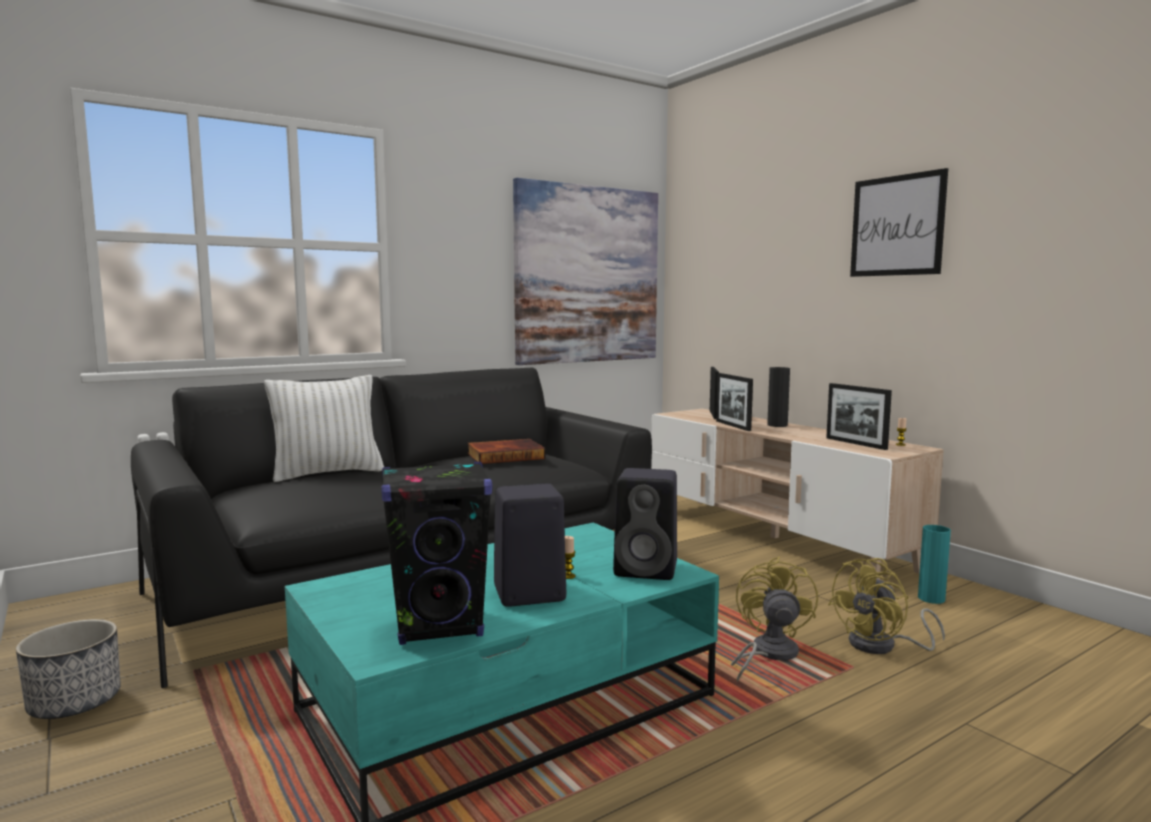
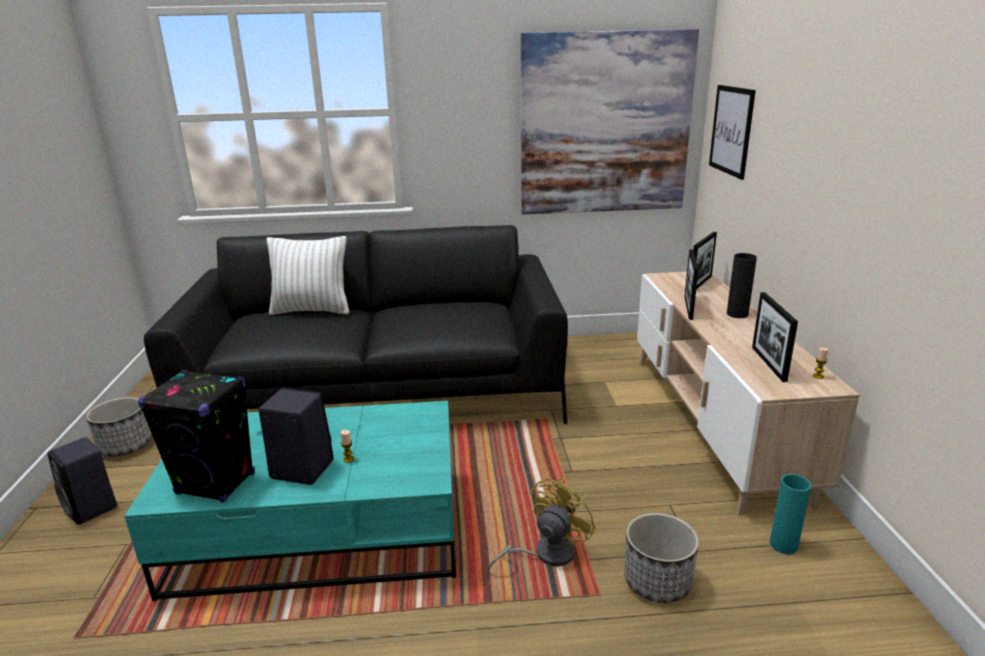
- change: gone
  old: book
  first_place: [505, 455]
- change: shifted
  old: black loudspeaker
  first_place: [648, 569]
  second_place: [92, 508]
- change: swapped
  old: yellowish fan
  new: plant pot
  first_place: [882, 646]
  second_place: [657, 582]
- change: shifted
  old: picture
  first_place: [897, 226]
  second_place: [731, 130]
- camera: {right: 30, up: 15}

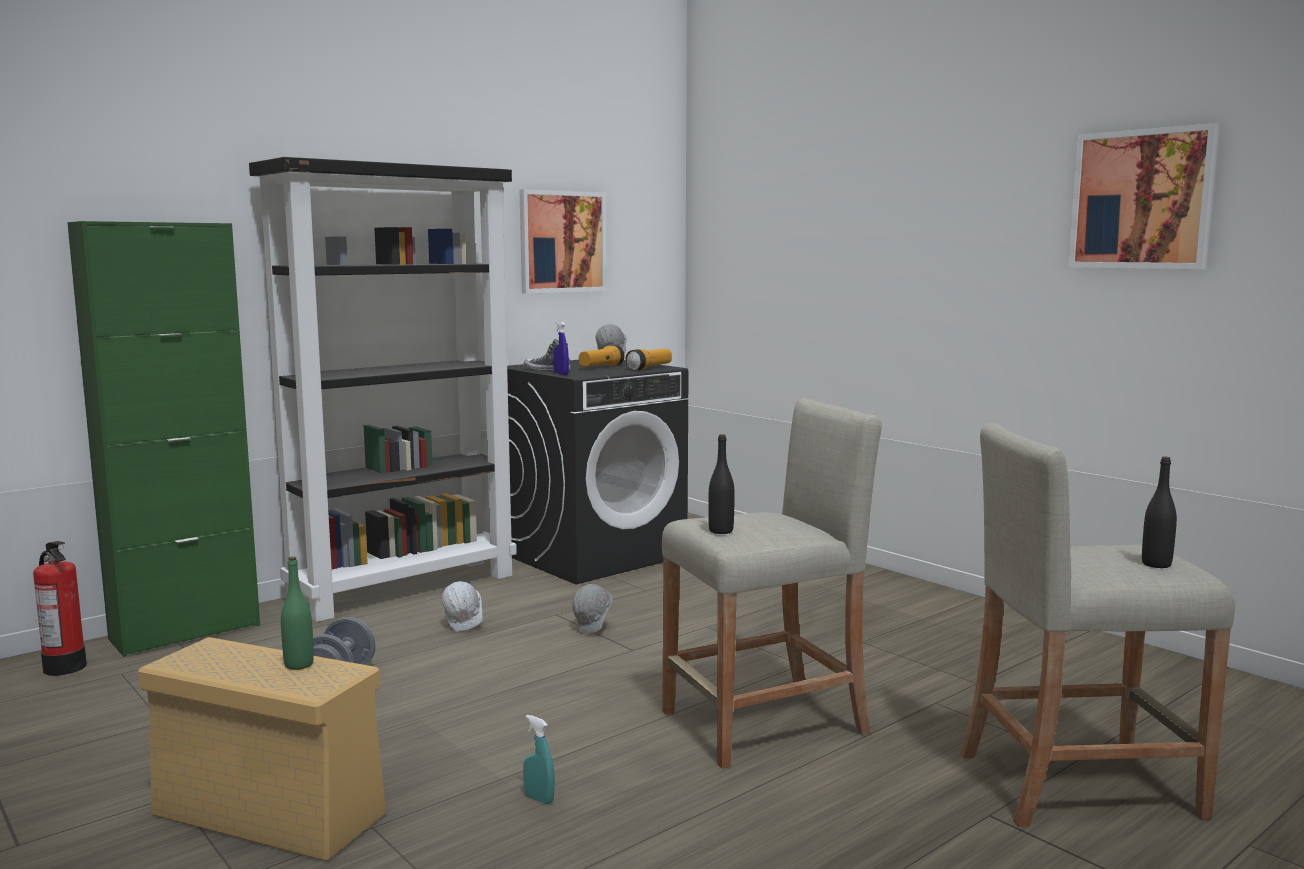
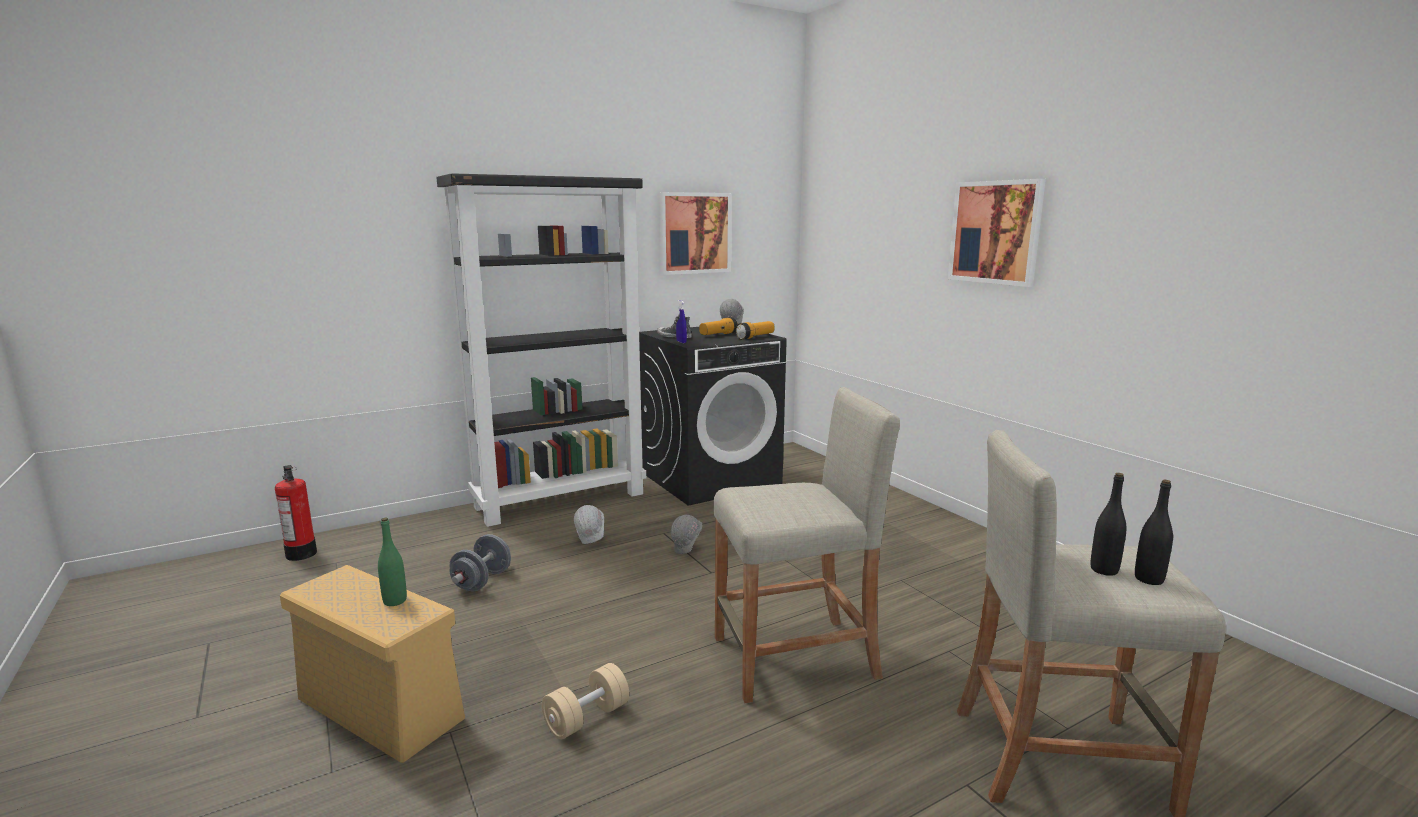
- change: gone
  old: greenish cupboard
  first_place: [185, 632]
- change: swapped
  old: blue-green spray bottle
  new: sand-coloured free weight
  first_place: [539, 799]
  second_place: [587, 718]
- change: shifted
  old: black beverage bottle
  first_place: [721, 531]
  second_place: [1104, 570]
- change: shifted
  old: picture
  first_place: [1141, 199]
  second_place: [995, 232]
- camera: {right: 10, up: 5}

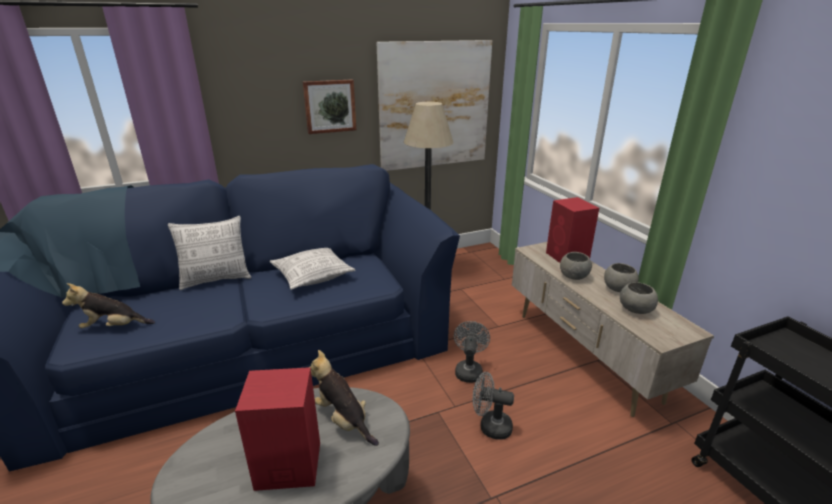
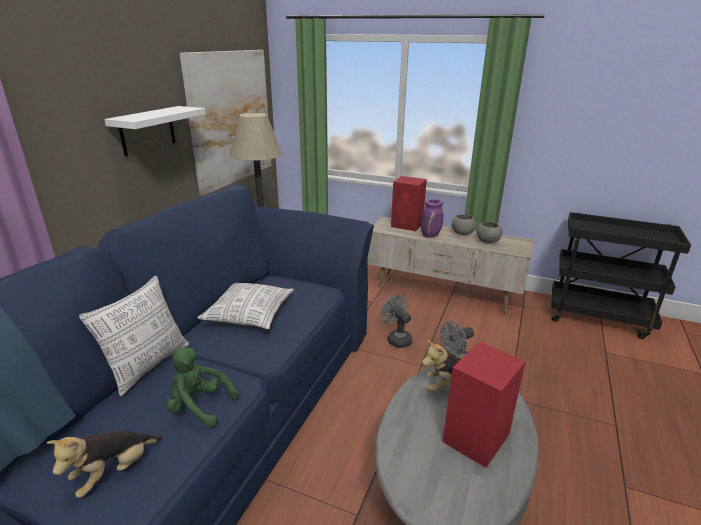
- change: swapped
  old: picture
  new: whitish bracket shelf
  first_place: [330, 106]
  second_place: [147, 130]
- change: swapped
  old: gray bowl
  new: purple vase
  first_place: [574, 276]
  second_place: [430, 235]
- change: new
  new: greenish soft toy
  second_place: [199, 406]
- camera: {right: -45, up: 0}

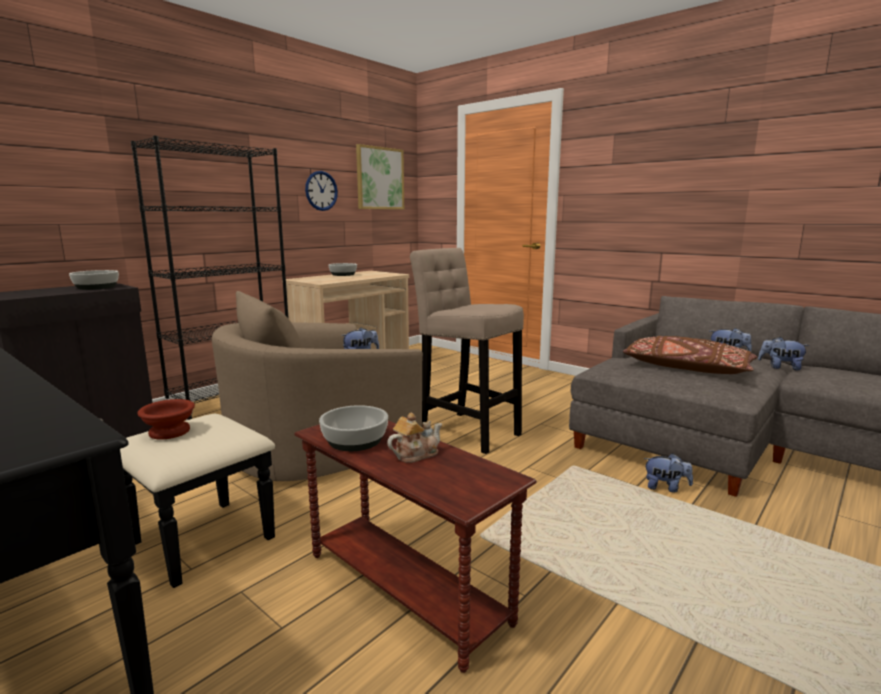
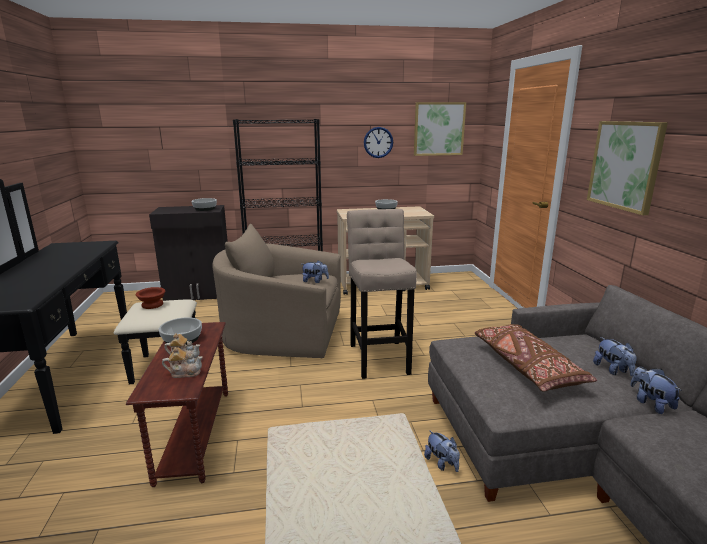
- change: new
  new: tea pot
  second_place: [185, 373]
- change: new
  new: picture
  second_place: [625, 165]
- camera: {right: 40, up: 5}

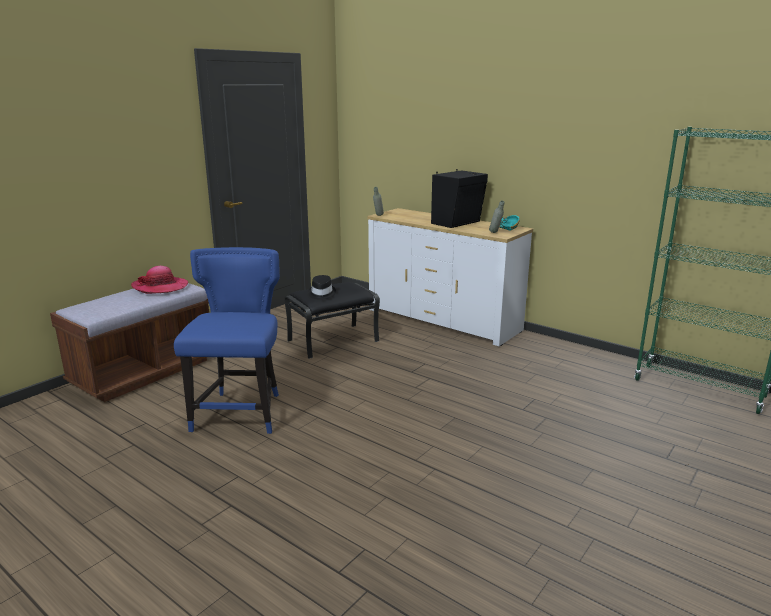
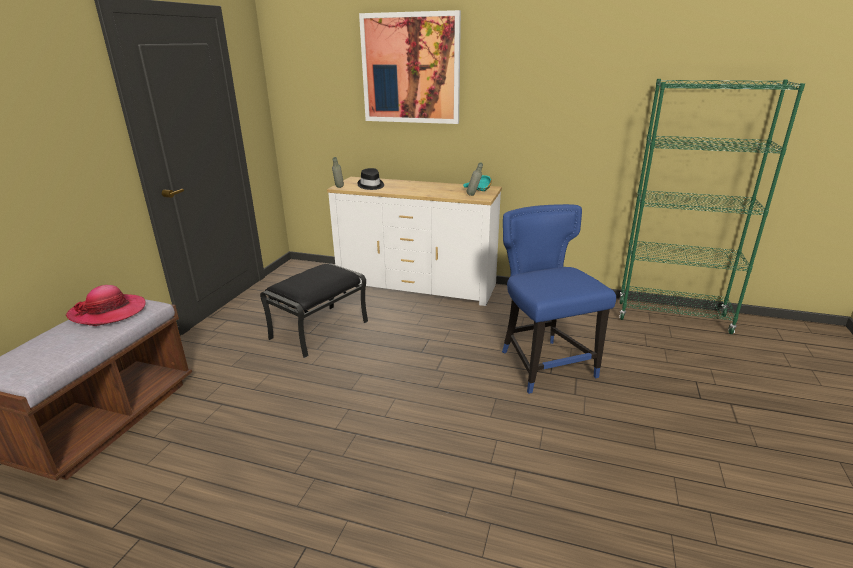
- change: shifted
  old: bluish chair
  first_place: [241, 412]
  second_place: [544, 364]
- change: shifted
  old: black hat
  first_place: [321, 294]
  second_place: [371, 185]
- change: gone
  old: black loudspeaker
  first_place: [458, 222]
- change: new
  new: picture
  second_place: [410, 69]
- camera: {right: -20, up: 5}

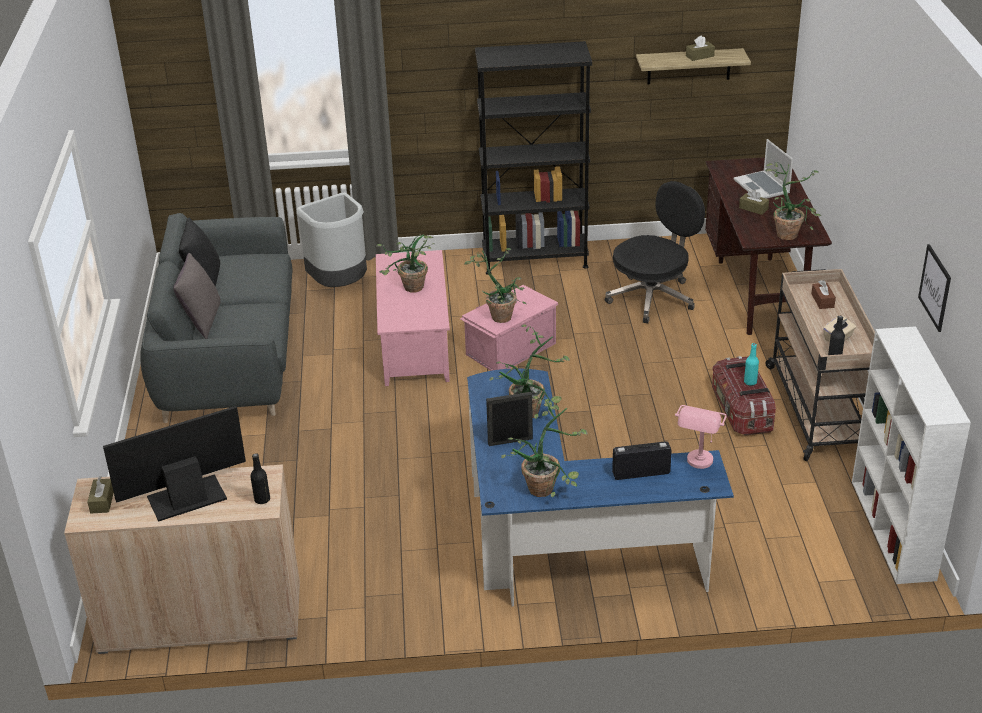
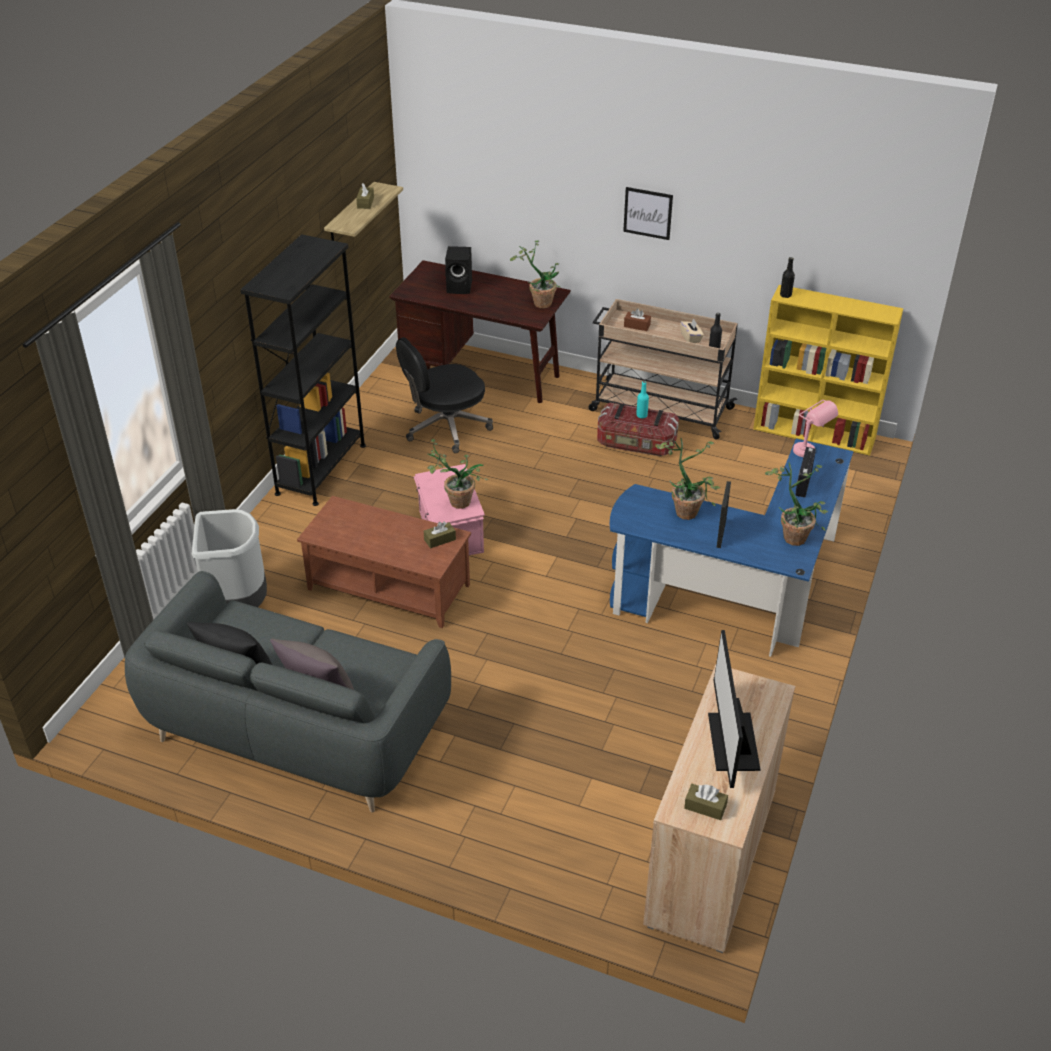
- change: shifted
  old: black beverage bottle
  first_place: [262, 499]
  second_place: [785, 295]
- change: gone
  old: plant in a pot
  first_place: [409, 289]
- change: repainted
  old: pink-coloured lounge table
  new: brownish lounge table
  first_place: [413, 343]
  second_place: [388, 588]
- change: rotated
  old: black desk chair
  first_place: [653, 297]
  second_place: [445, 428]
  degrees: -105
- change: swapped
  old: portable computer
  new: black loudspeaker
  first_place: [762, 187]
  second_place: [460, 287]
- change: shifted
  old: brownish tissue box
  first_place: [753, 208]
  second_place: [440, 539]
- change: repainted
  old: whitish shelving unit
  new: yellowish shelving unit
  first_place: [893, 530]
  second_place: [815, 434]
- change: shifted
  old: picture
  first_place: [935, 287]
  second_place: [648, 213]
- camera: {right: -65, up: 5}

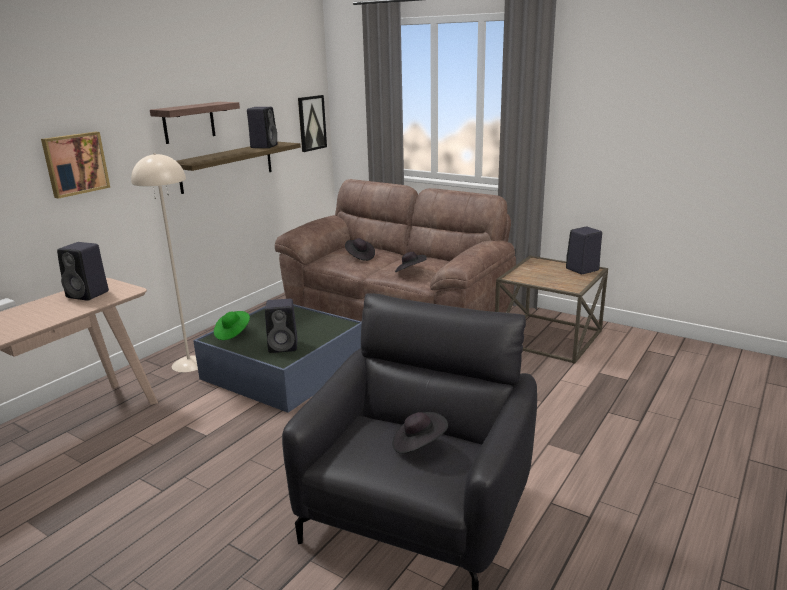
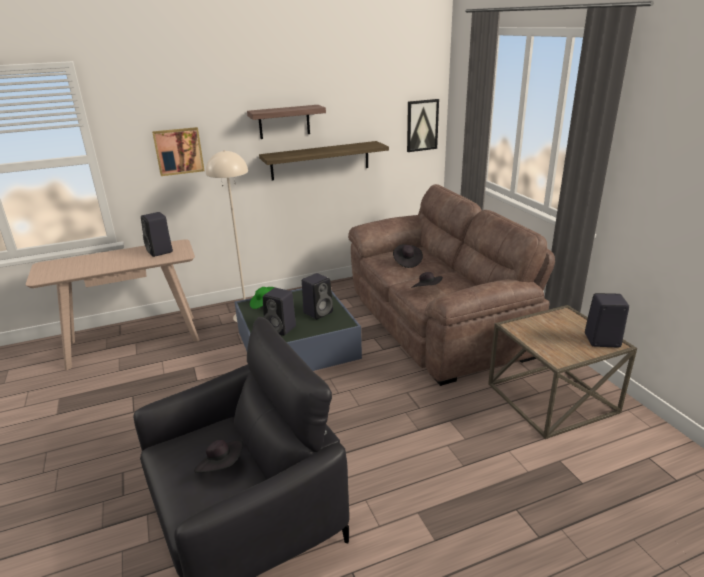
- change: shifted
  old: black loudspeaker
  first_place: [264, 146]
  second_place: [318, 312]
- camera: {right: 35, up: 5}

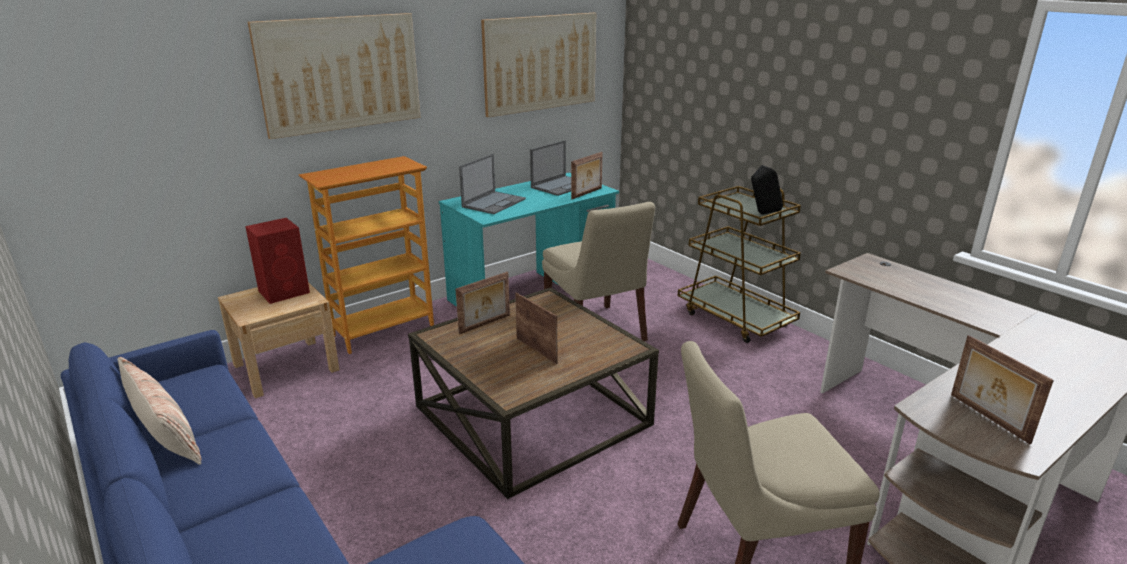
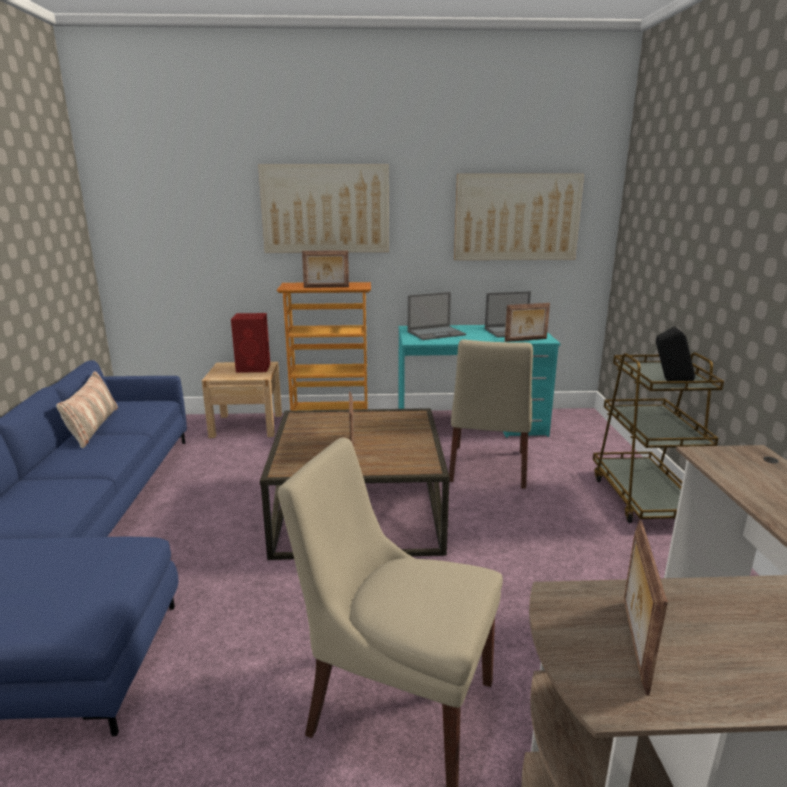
- change: shifted
  old: picture frame
  first_place: [485, 324]
  second_place: [326, 287]
- camera: {right: 35, up: -5}

